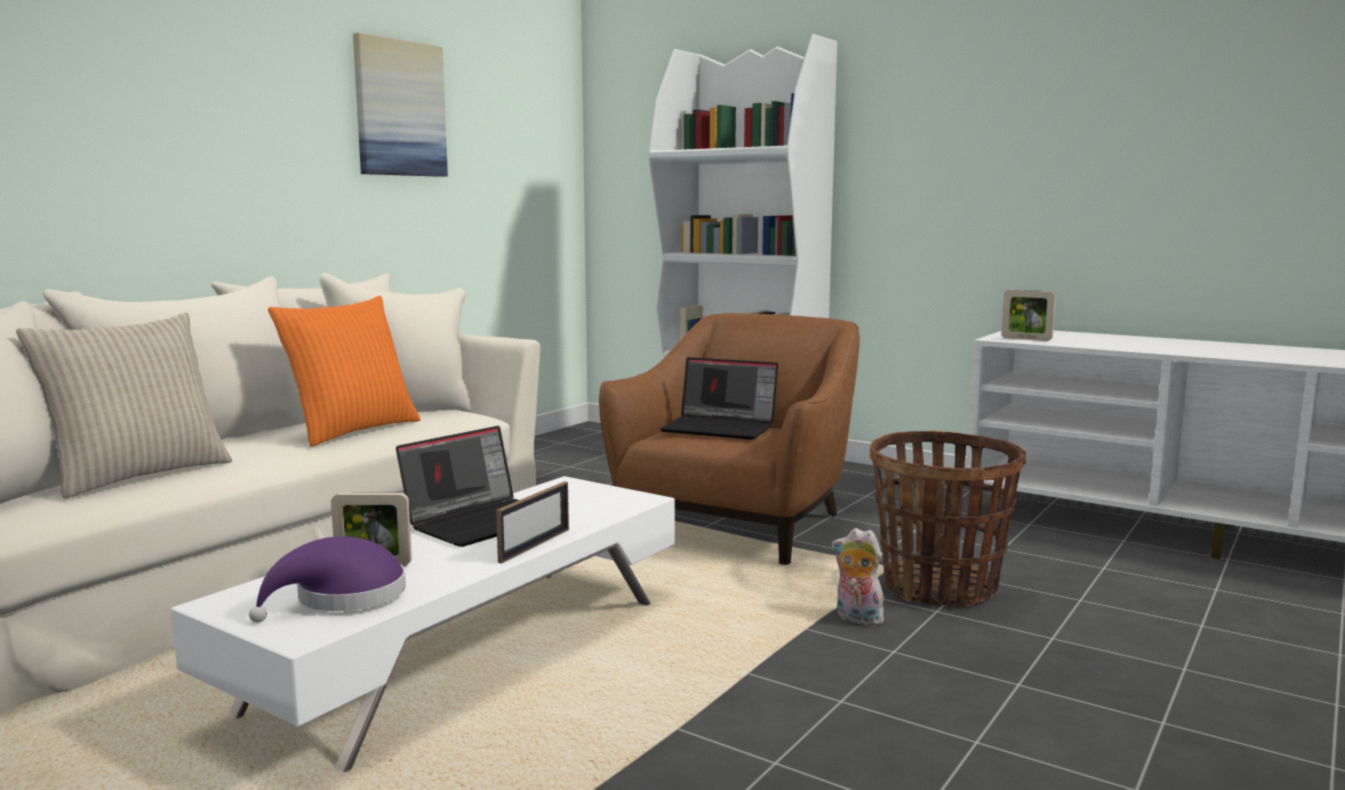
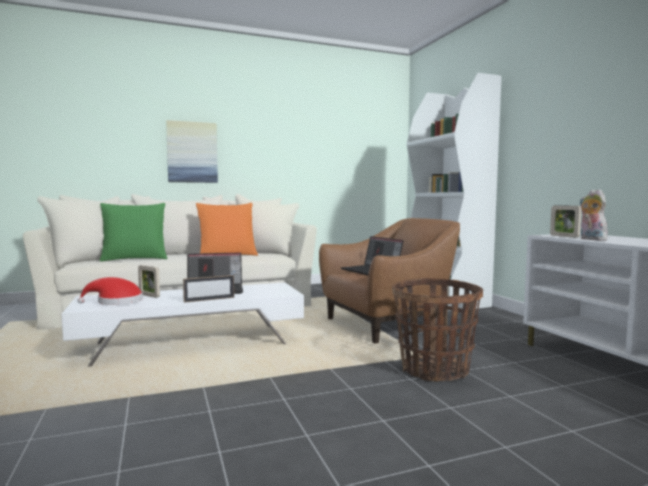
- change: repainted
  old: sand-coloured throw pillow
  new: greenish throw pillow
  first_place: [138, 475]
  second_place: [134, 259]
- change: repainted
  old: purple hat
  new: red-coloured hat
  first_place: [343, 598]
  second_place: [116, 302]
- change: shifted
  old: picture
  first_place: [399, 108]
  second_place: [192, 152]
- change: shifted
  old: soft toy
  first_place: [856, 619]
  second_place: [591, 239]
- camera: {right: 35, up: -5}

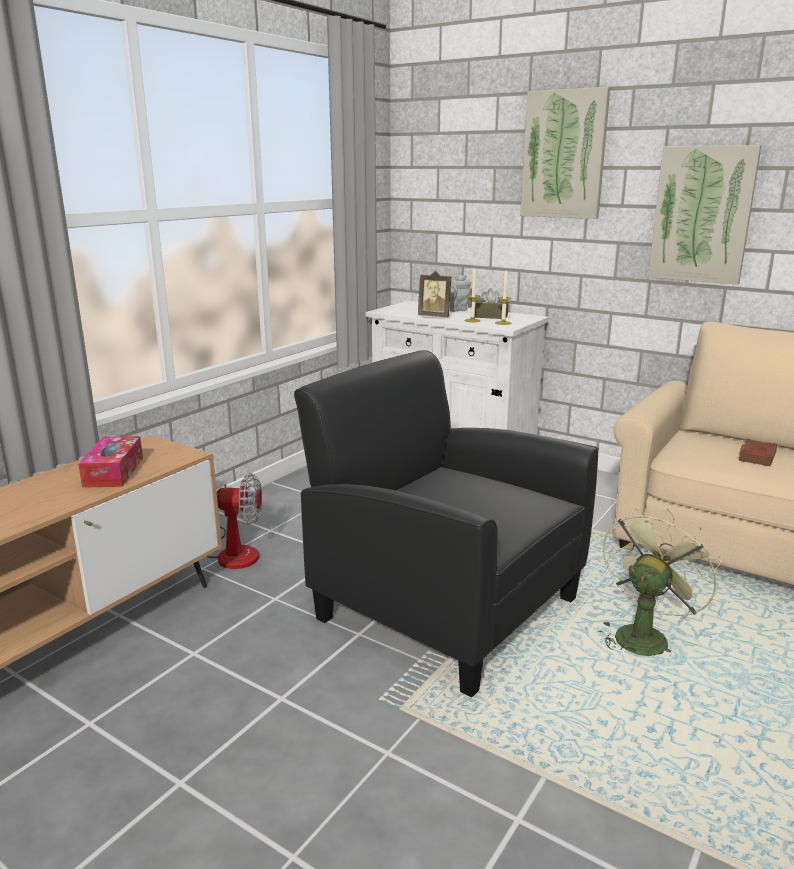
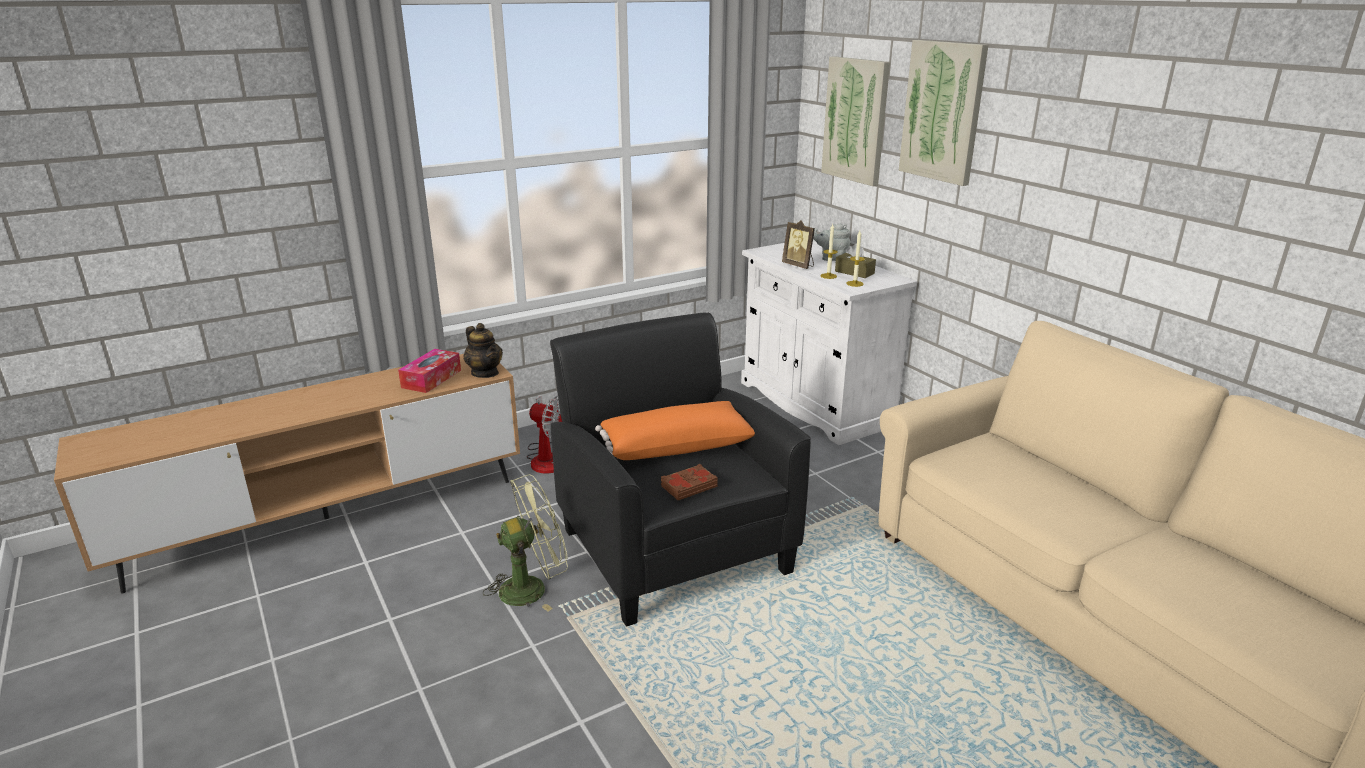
- change: shifted
  old: greenish fan
  first_place: [643, 635]
  second_place: [532, 587]
- change: shifted
  old: picture
  first_place: [702, 214]
  second_place: [856, 120]
- change: shifted
  old: brownish book
  first_place: [756, 456]
  second_place: [688, 486]
- change: new
  new: tea pot
  second_place: [485, 373]
- change: new
  new: orange throw pillow
  second_place: [676, 446]
- camera: {right: 25, up: 5}

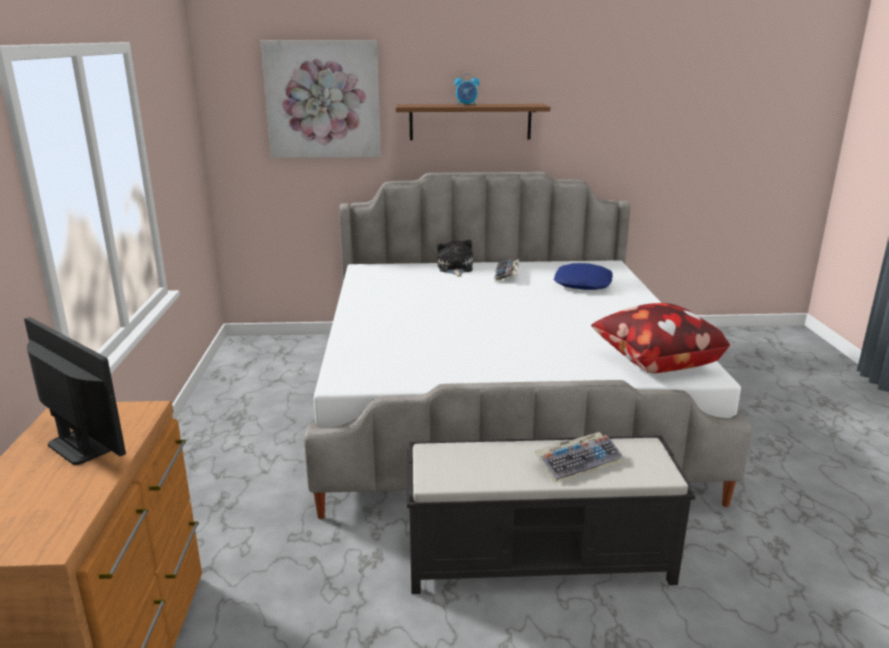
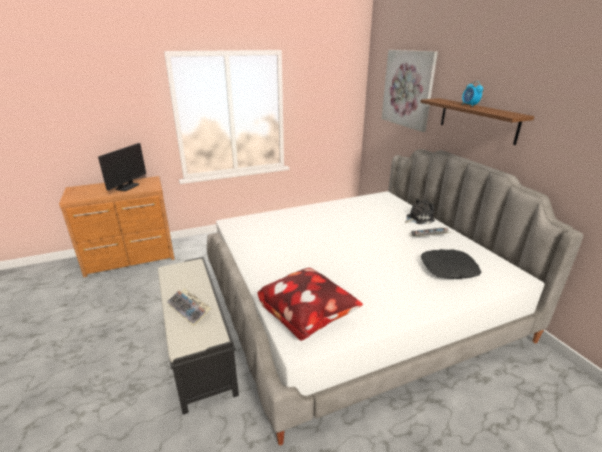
- change: repainted
  old: bluish throw pillow
  new: black throw pillow
  first_place: [583, 284]
  second_place: [448, 269]
- camera: {right: 70, up: 5}

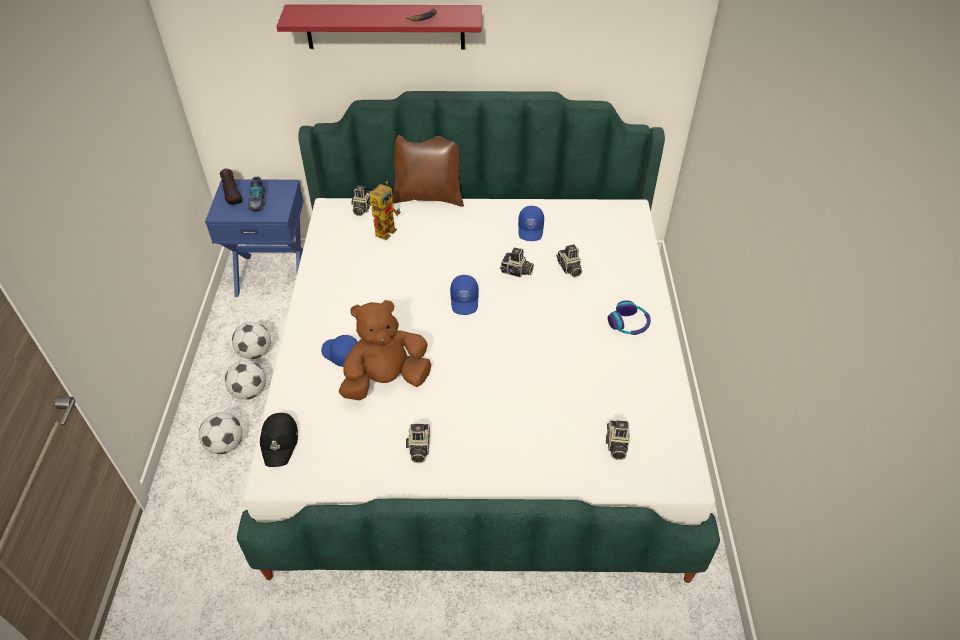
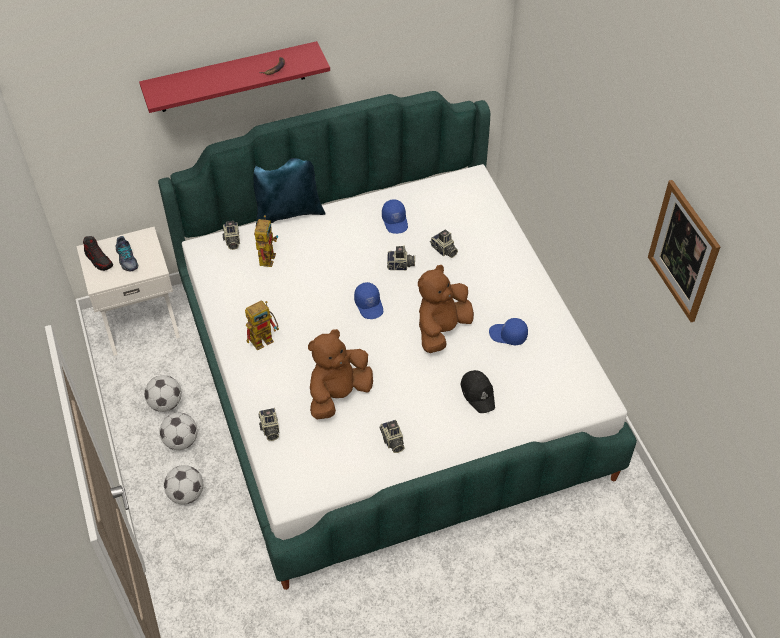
- change: repainted
  old: bluish nightstand
  new: whitish nightstand
  first_place: [274, 274]
  second_place: [140, 322]
- change: shifted
  old: black baseball cap
  first_place: [280, 442]
  second_place: [478, 393]
- change: shifted
  old: bluish baseball cap
  first_place: [341, 354]
  second_place: [508, 335]
- change: repainted
  old: brownish throw pillow
  new: bluish throw pillow
  first_place: [428, 197]
  second_place: [288, 213]
- change: shifted
  old: still camera
  first_place: [616, 445]
  second_place: [269, 429]
- change: gone
  old: pair of headphones
  first_place: [629, 324]
- change: new
  new: robot figure
  second_place: [265, 338]
- change: new
  new: brownish soft toy
  second_place: [441, 329]
- change: new
  new: picture
  second_place: [683, 251]
- camera: {right: -20, up: 5}

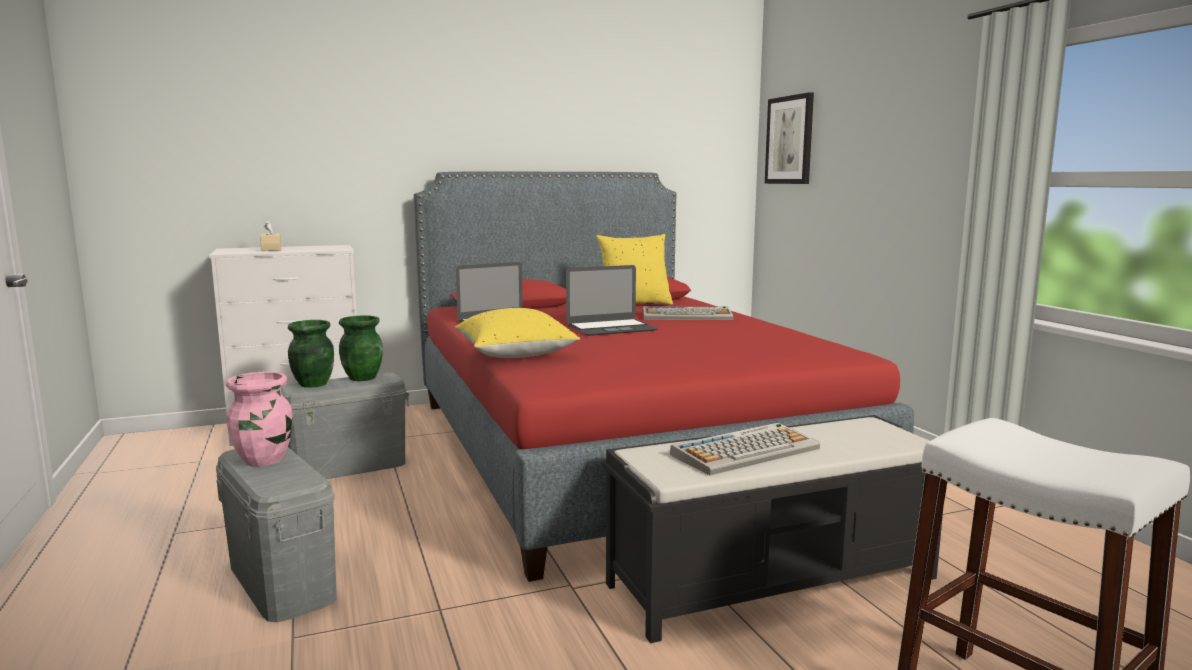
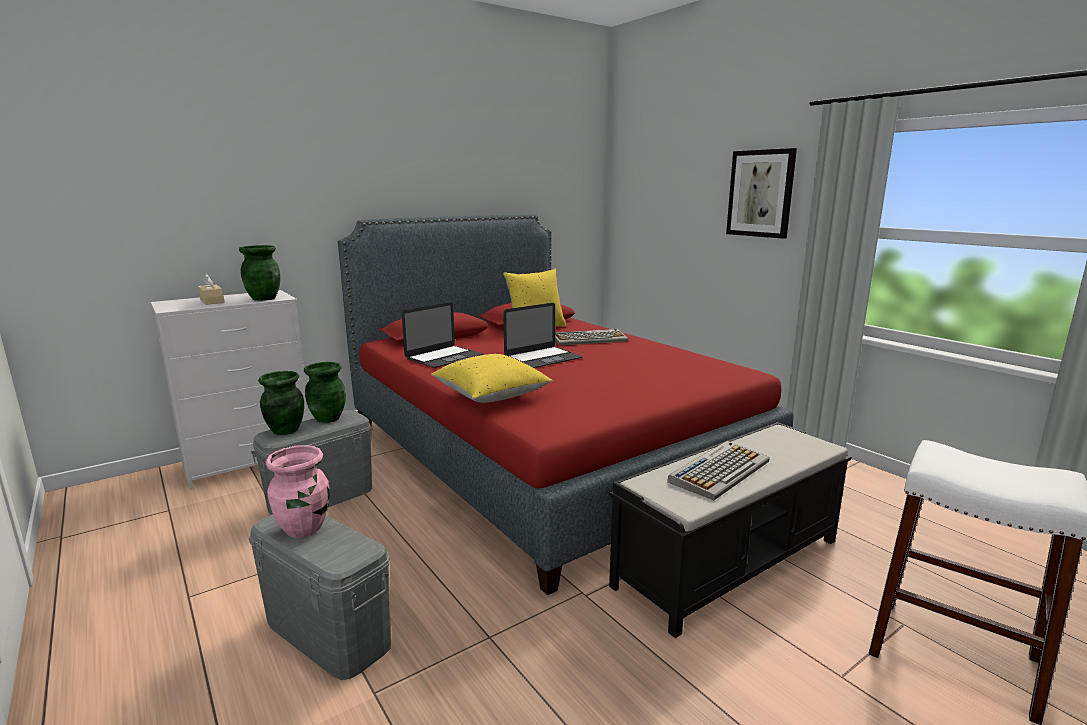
- change: shifted
  old: picture
  first_place: [790, 140]
  second_place: [760, 193]
- change: new
  new: greenish vase
  second_place: [264, 298]
- camera: {right: -15, up: 5}

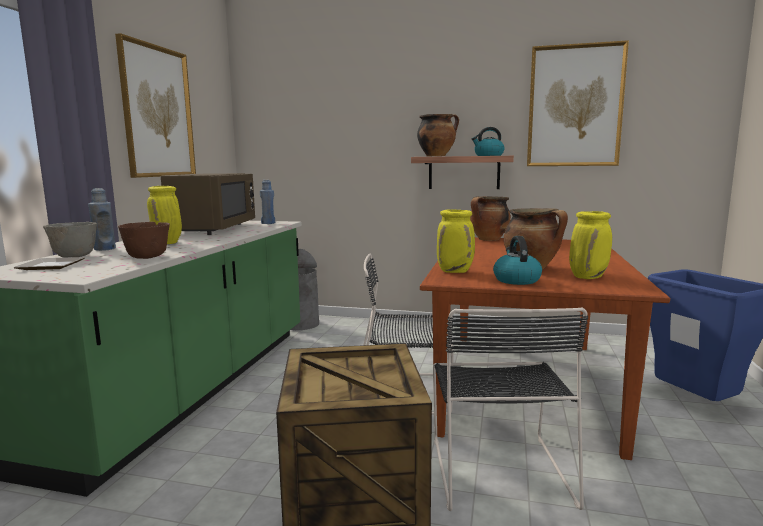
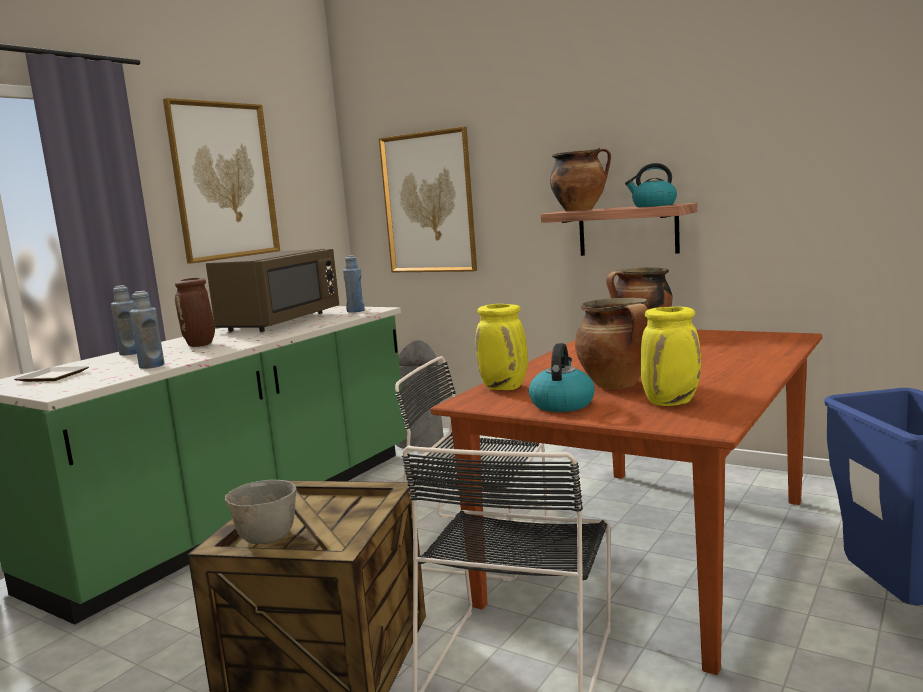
- change: shifted
  old: gray bowl
  first_place: [73, 256]
  second_place: [265, 538]
- change: swapped
  old: brownish bowl
  new: bluish beverage bottle
  first_place: [148, 257]
  second_place: [151, 366]
- change: repainted
  old: yellowish vase
  new: brownish vase
  first_place: [168, 243]
  second_place: [200, 345]
- change: shifted
  old: picture
  first_place: [574, 106]
  second_place: [429, 203]
- camera: {right: 20, up: 0}

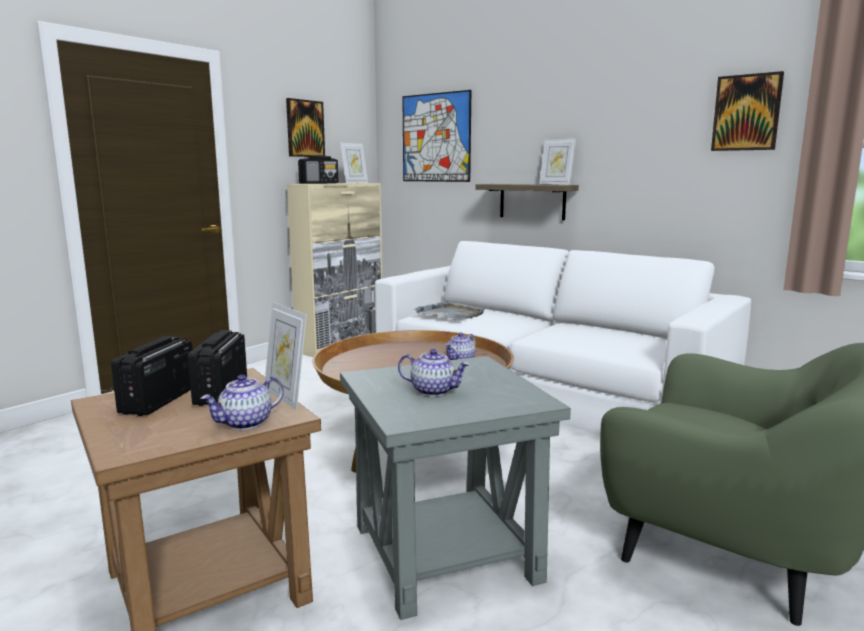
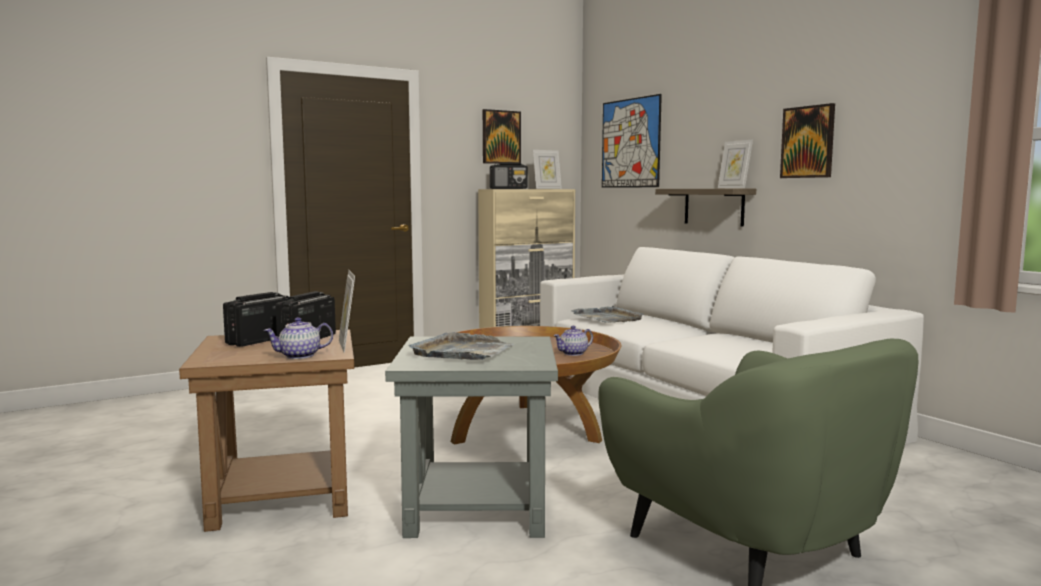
- change: swapped
  old: tea pot
  new: gray serving tray
  first_place: [433, 391]
  second_place: [463, 352]
- change: shifted
  old: picture
  first_place: [746, 112]
  second_place: [808, 142]
- camera: {right: 20, up: -5}

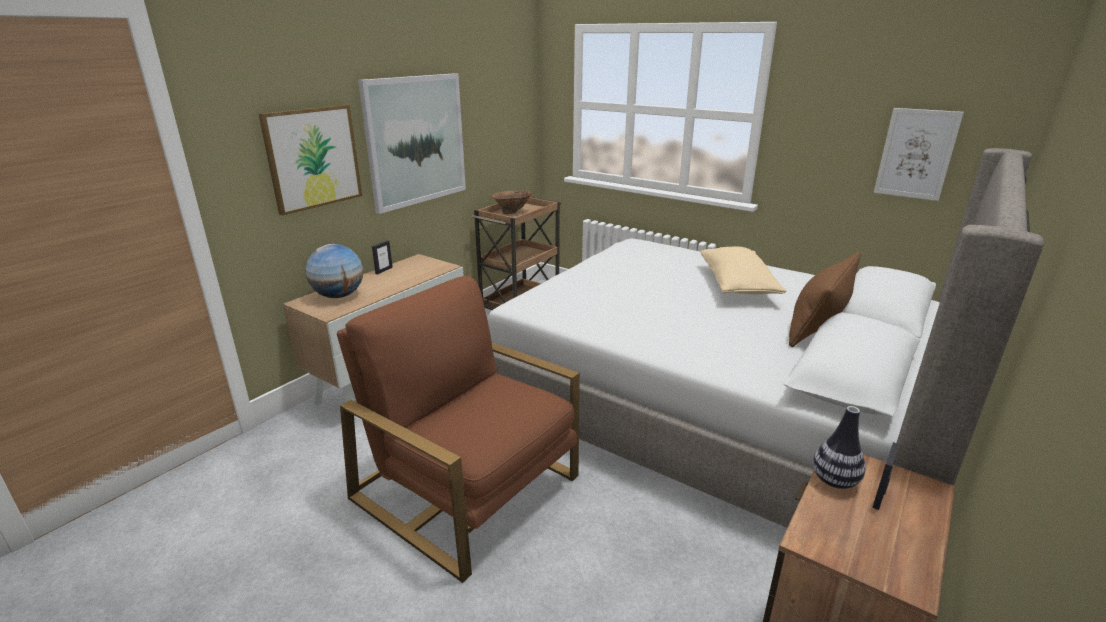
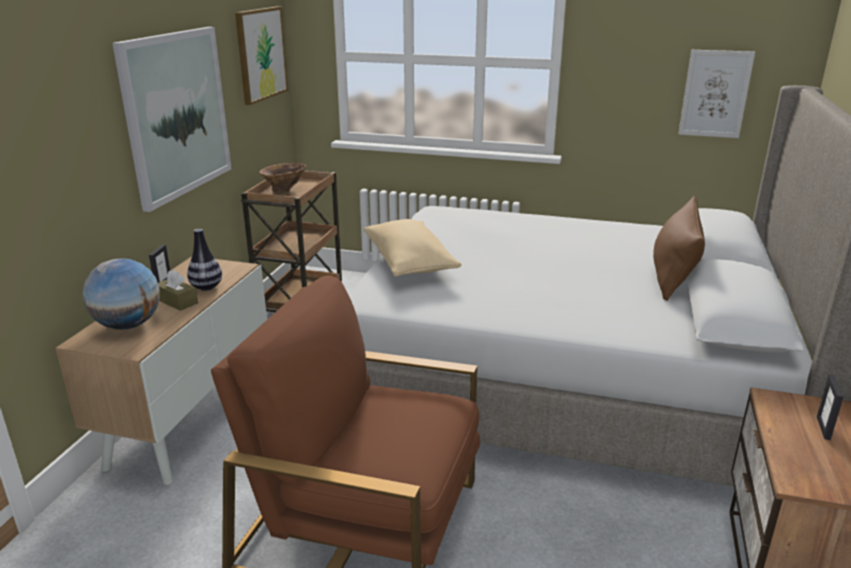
- change: shifted
  old: picture
  first_place: [313, 158]
  second_place: [261, 54]
- change: shifted
  old: sand-coloured throw pillow
  first_place: [737, 285]
  second_place: [409, 263]
- change: shifted
  old: vase
  first_place: [834, 481]
  second_place: [206, 287]
- change: new
  new: brownish tissue box
  second_place: [177, 301]
- camera: {right: -20, up: 0}

